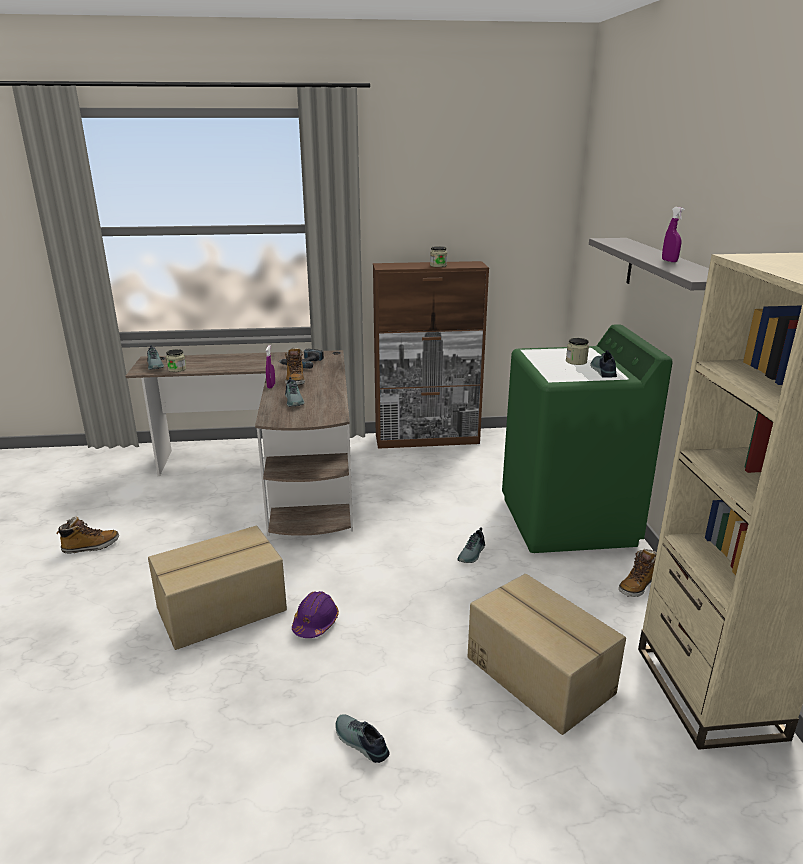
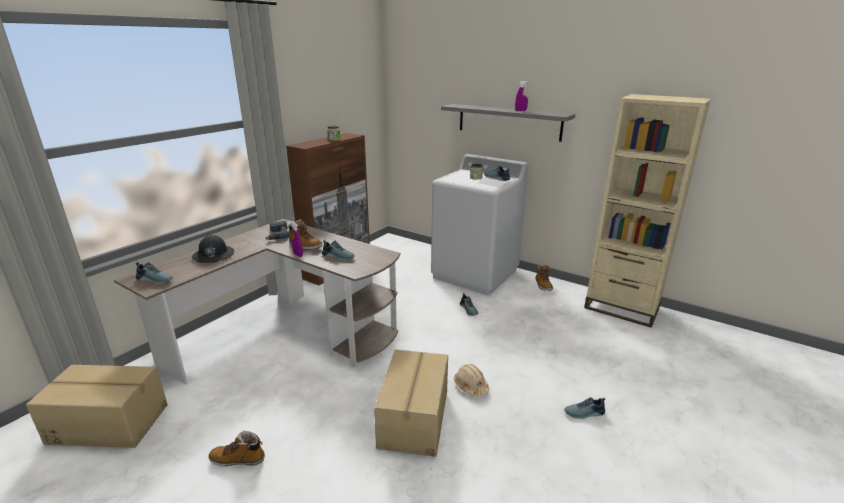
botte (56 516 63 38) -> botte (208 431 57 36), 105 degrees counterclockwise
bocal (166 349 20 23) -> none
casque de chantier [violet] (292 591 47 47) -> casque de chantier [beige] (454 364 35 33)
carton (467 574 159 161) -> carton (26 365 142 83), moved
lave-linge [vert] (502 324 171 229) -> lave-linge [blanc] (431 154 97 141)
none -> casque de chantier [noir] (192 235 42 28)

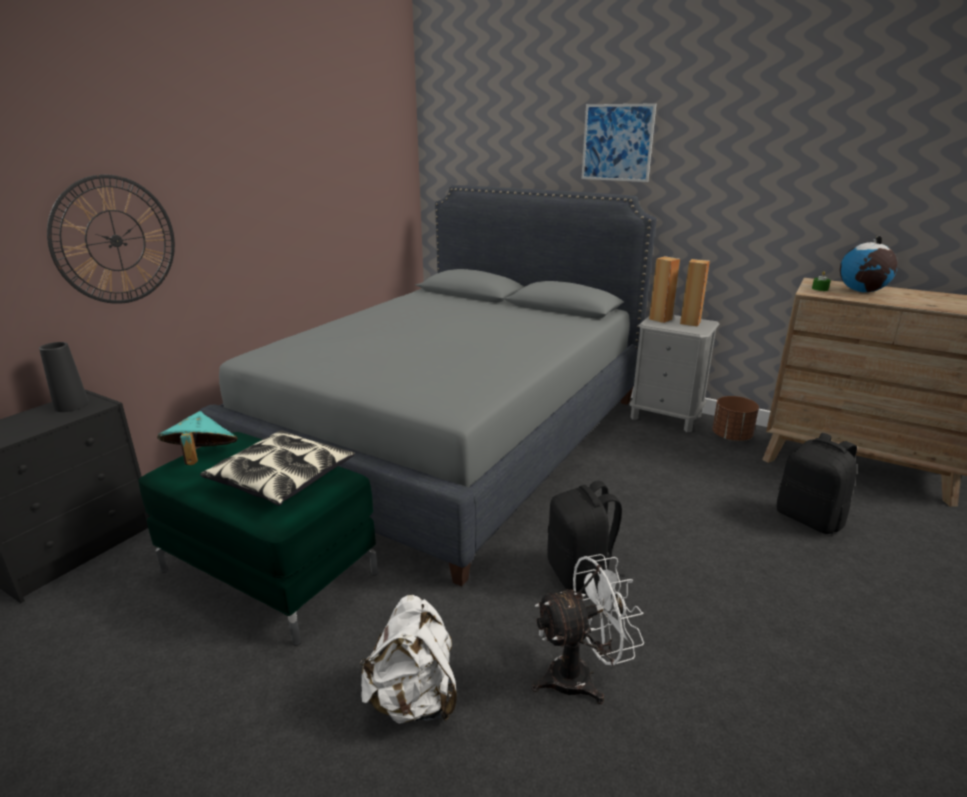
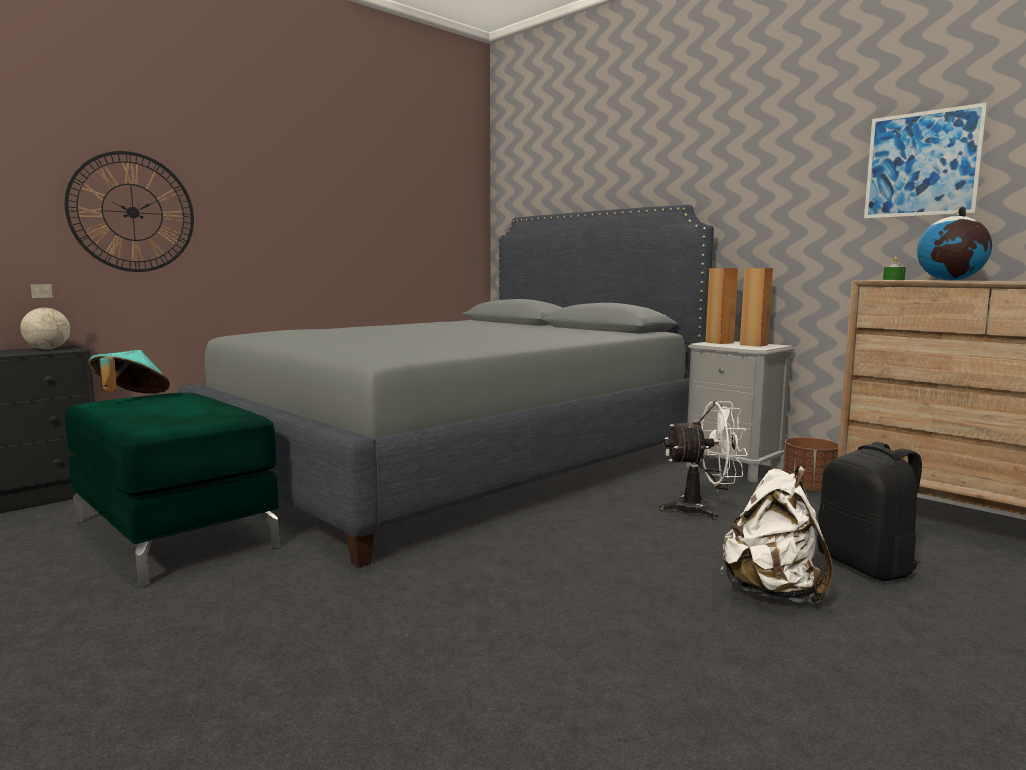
vase [noir] (39 342 50 70) -> globe (20 284 50 65)
coussin (200 430 155 76) -> none
sac à dos [blanc] (360 595 97 129) -> sac à dos [blanc] (720 466 113 139), moved
ventilateur [blanc] (531 554 113 150) -> ventilateur [blanc] (659 401 89 119), moved
sac à dos [noir] (547 481 78 115) -> none
tableau (582 103 74 79) -> tableau (864 102 123 117), moved

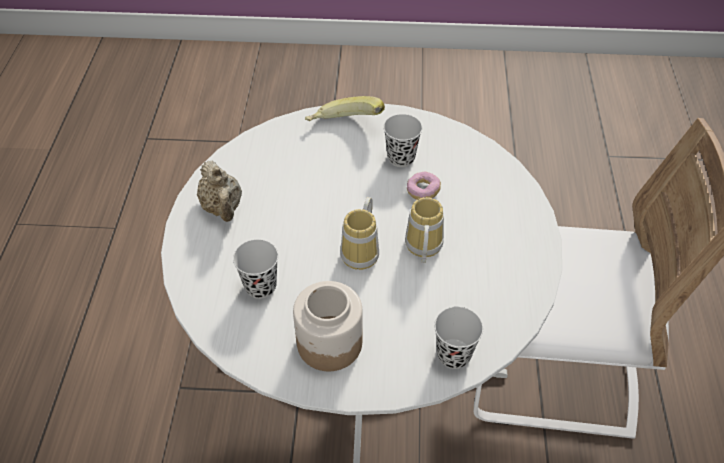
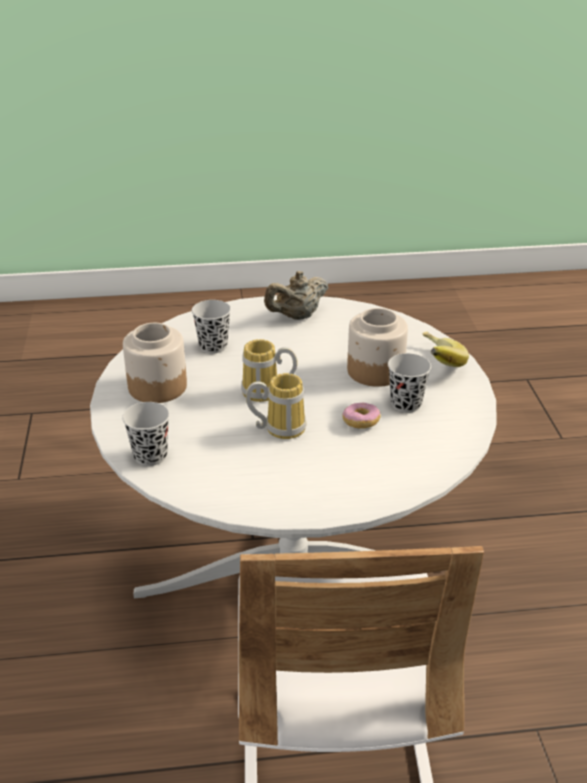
none -> bocal (347 308 61 79)

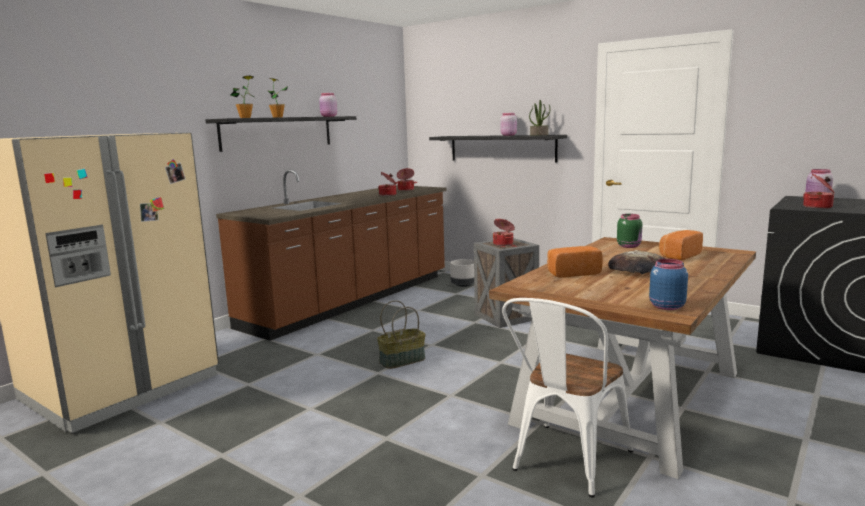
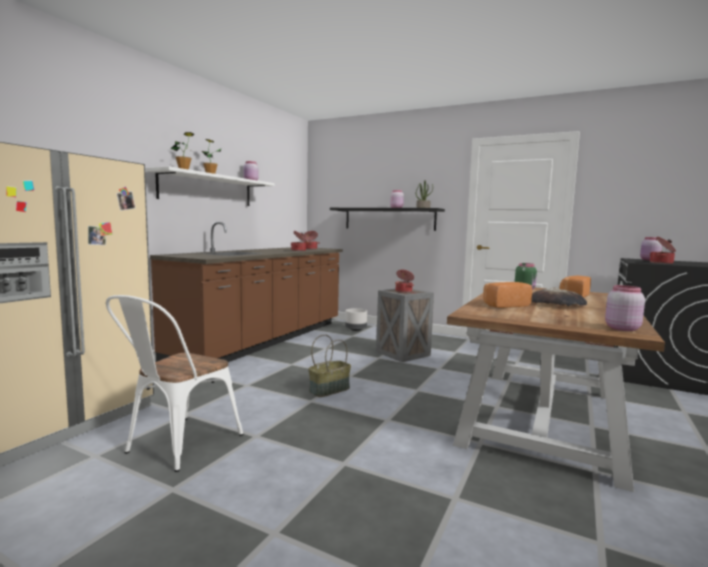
étagère [noir] (205 116 151 36) -> étagère [blanc] (146 166 129 40)
chaise [blanc] (502 298 131 199) -> chaise [blanc] (106 295 137 177), moved
bocal [bleu] (649 259 39 51) -> bocal [rose] (605 285 40 46)

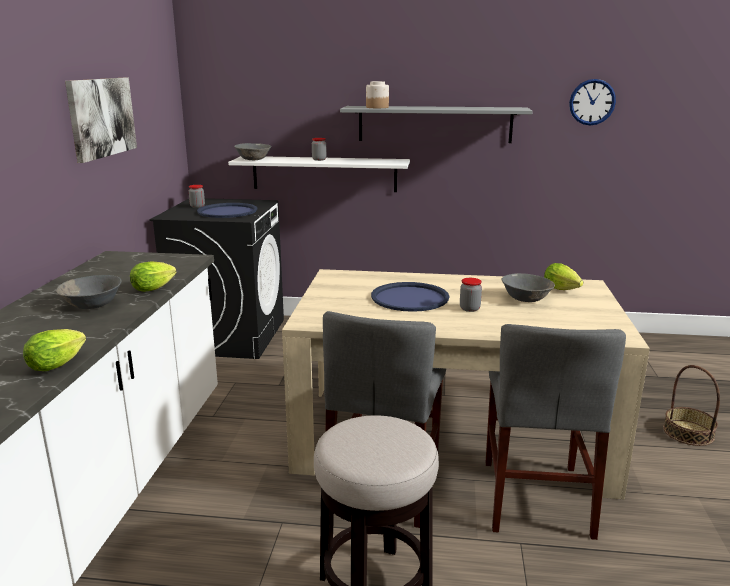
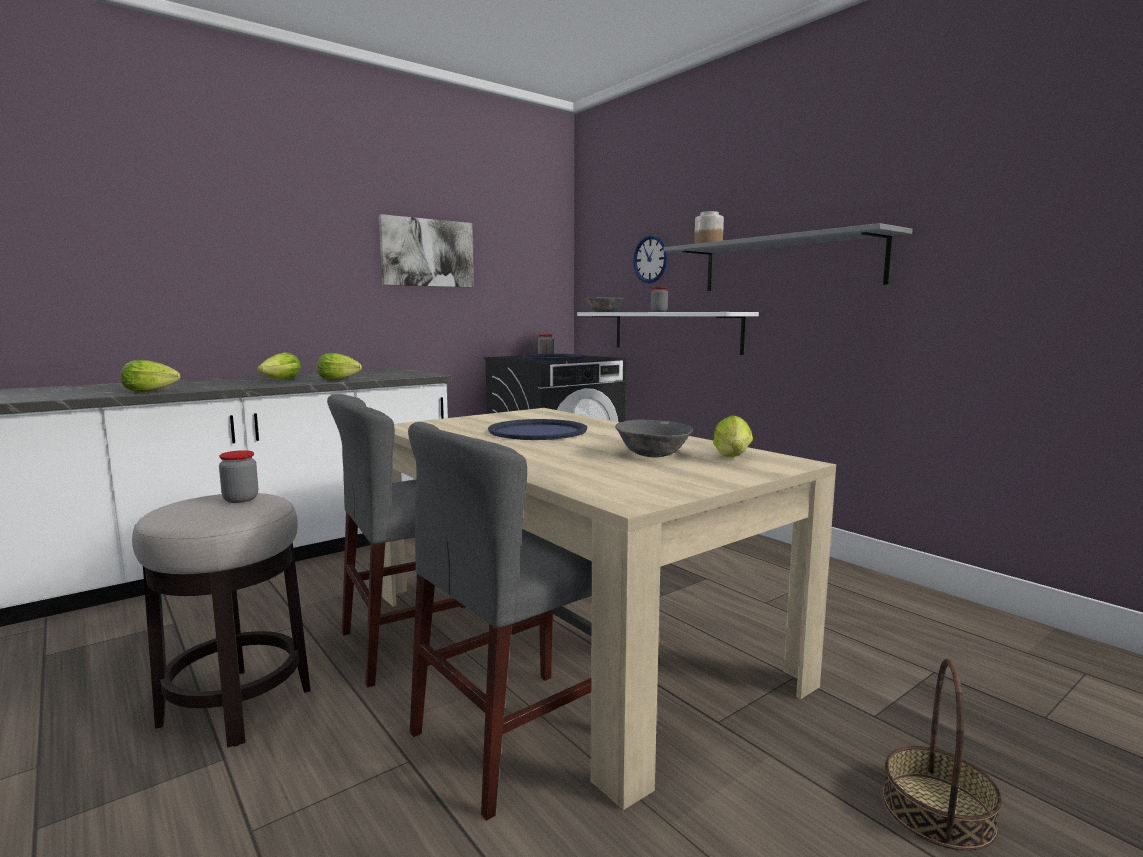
bol [gris] (56 275 66 34) -> laitue (257 352 44 27)
bocal (460 278 22 34) -> bocal (219 450 39 53), moved
horloge murale (569 79 47 46) -> horloge murale (633 235 35 48), moved

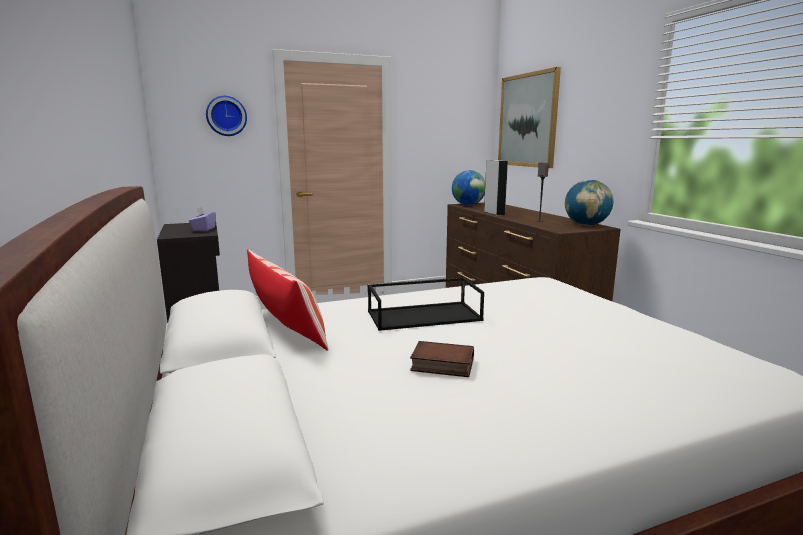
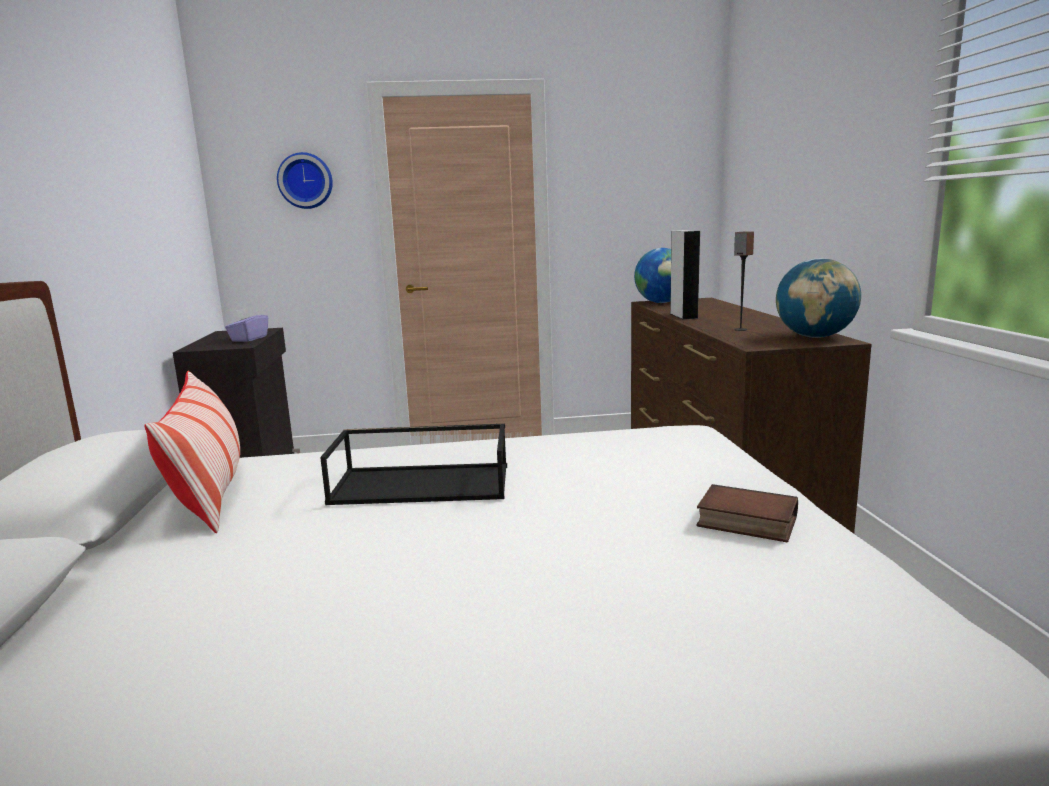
livre (410 341 64 36) -> livre (697 484 101 58), moved
tableau (498 67 63 101) -> none

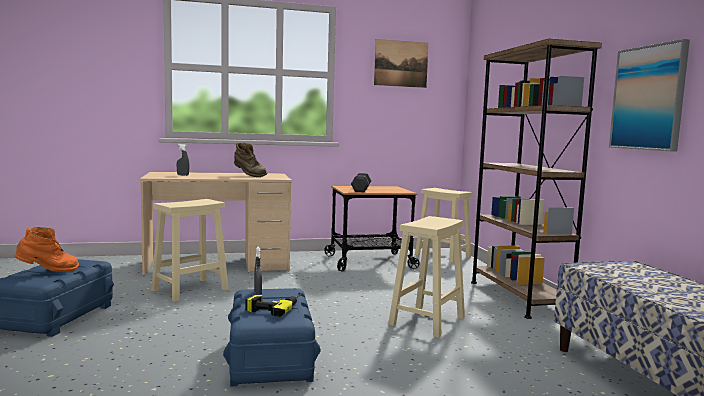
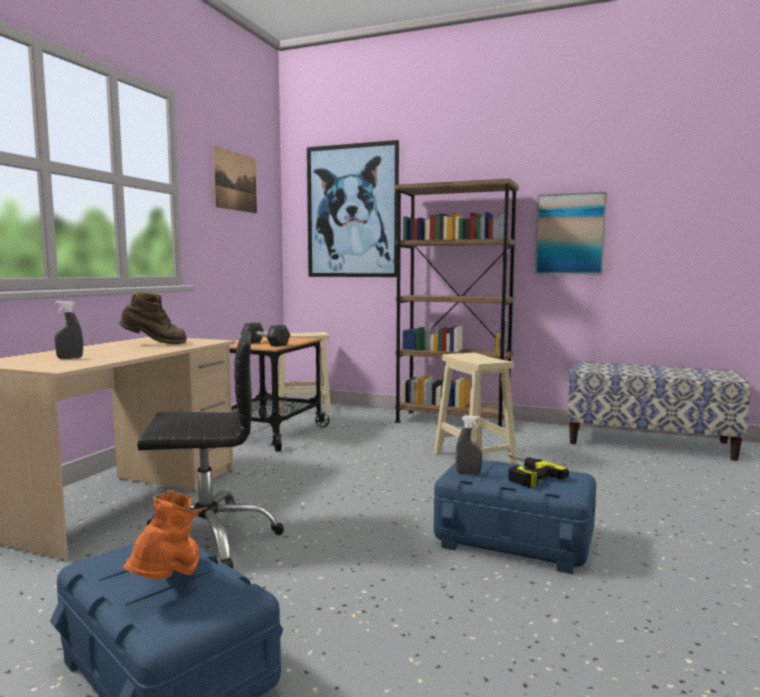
tabouret [beige] (151 199 78 103) -> chaise de bureau [noir] (137 331 147 238)
none -> tableau (307 140 92 137)

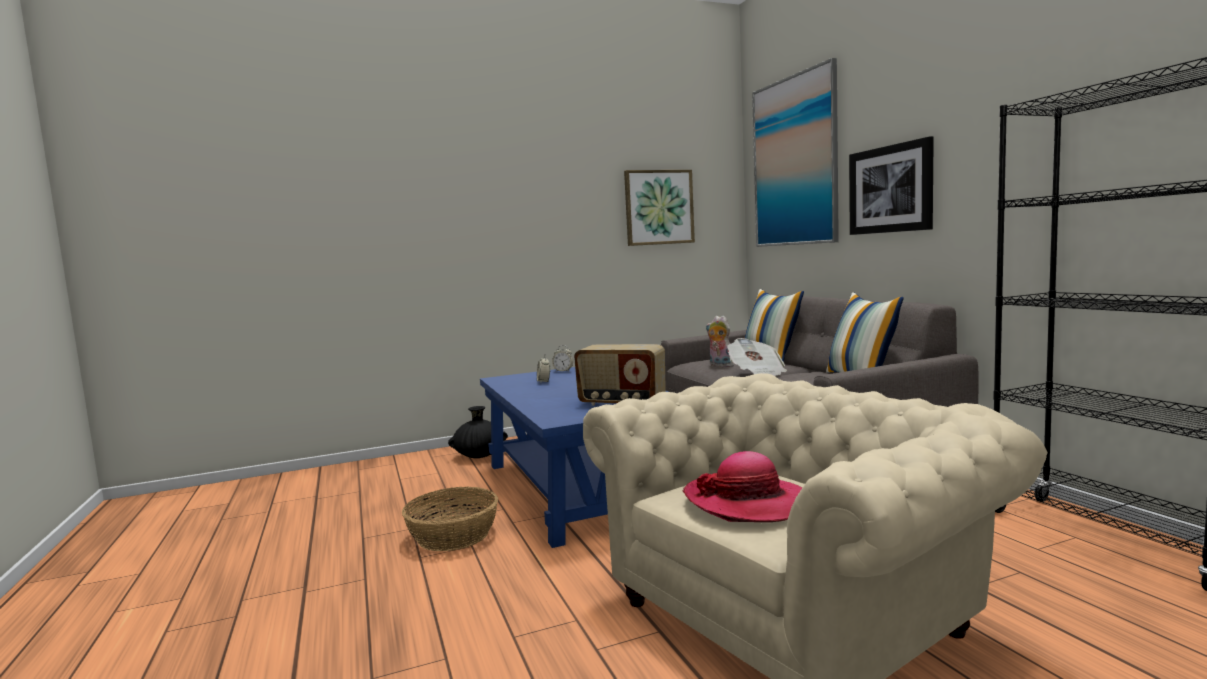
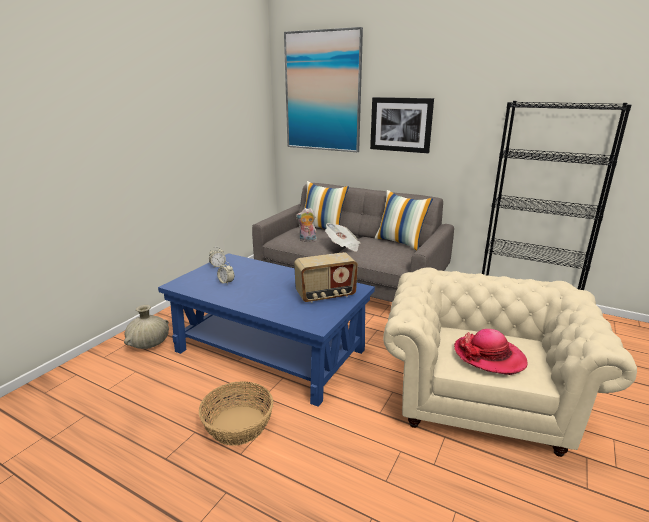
vase [noir] (448 406 60 52) -> vase [beige] (124 305 45 44)
tableau (624 170 71 76) -> none

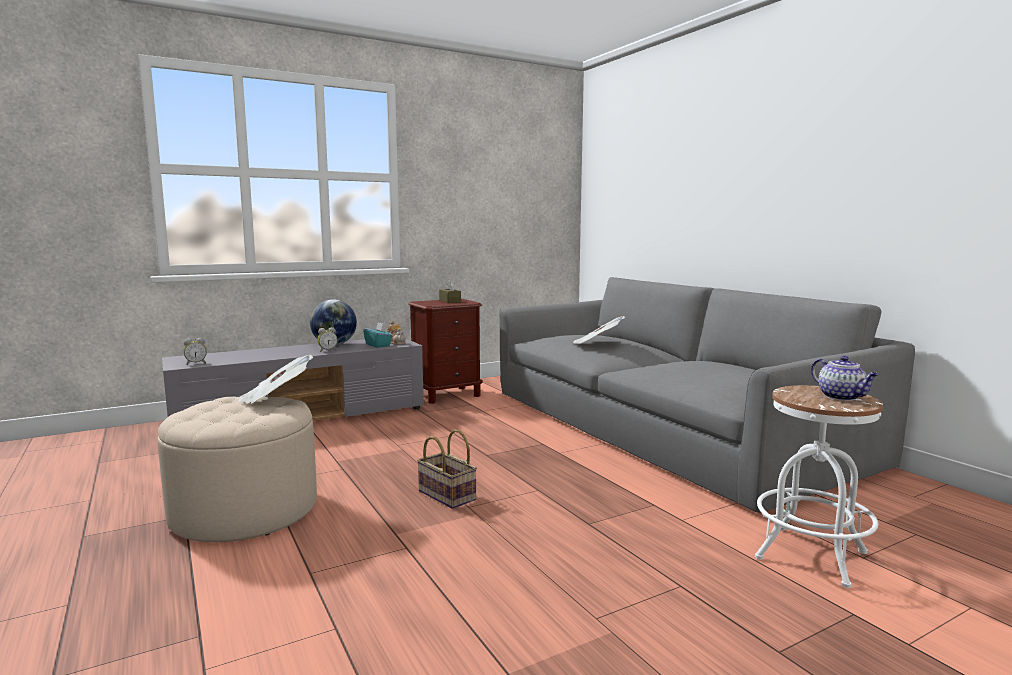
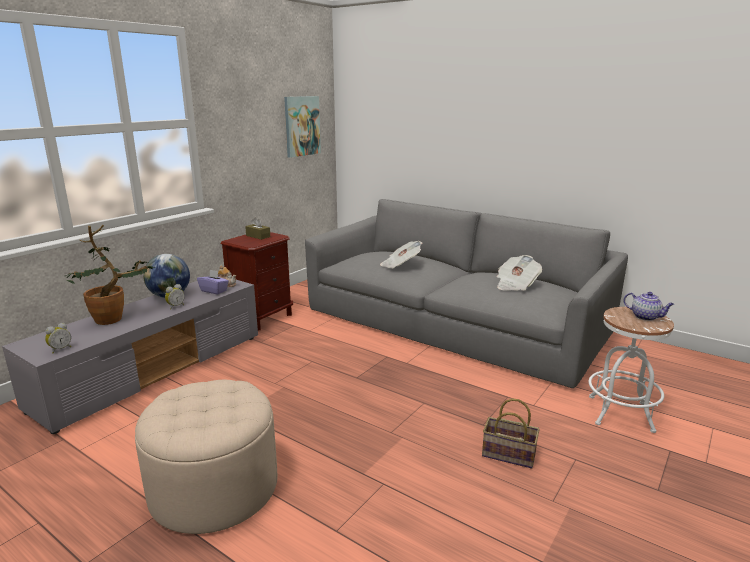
journal (237 355 76 49) -> journal (497 255 45 36), moved
boîte à mouchoirs [turquoise] (363 323 29 25) -> boîte à mouchoirs [violet] (197 270 32 24)
panier (417 429 60 80) -> panier (482 398 58 71), moved
none -> plante en pot (64 225 91 100)
none -> tableau (284 96 37 62)

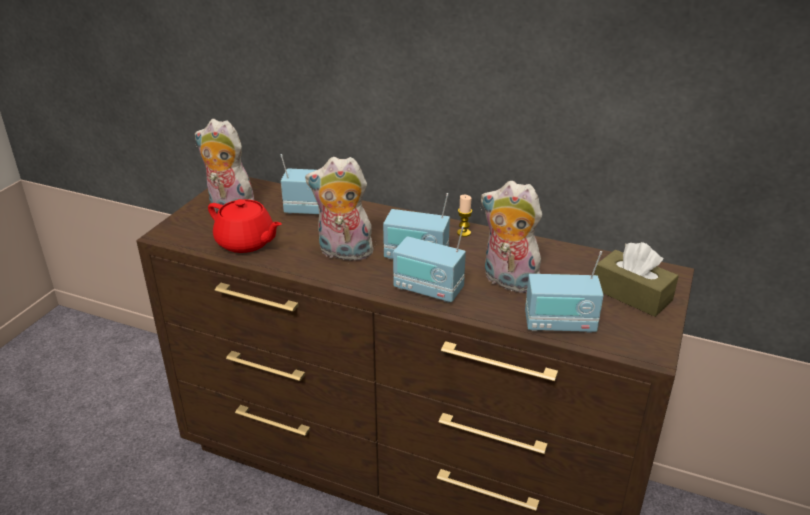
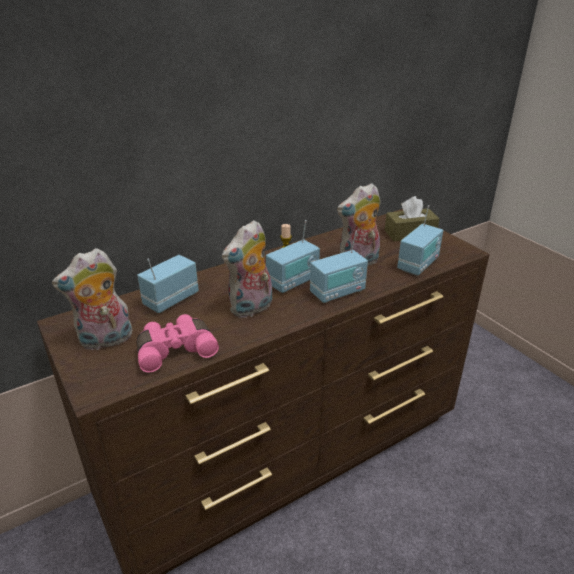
théière [rouge] (208 199 74 54) -> jumelles [rose] (137 314 82 58)

